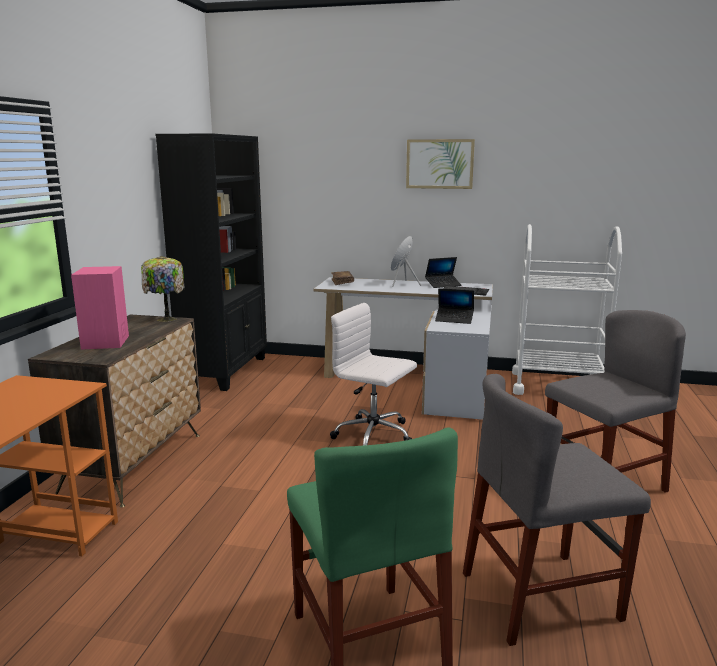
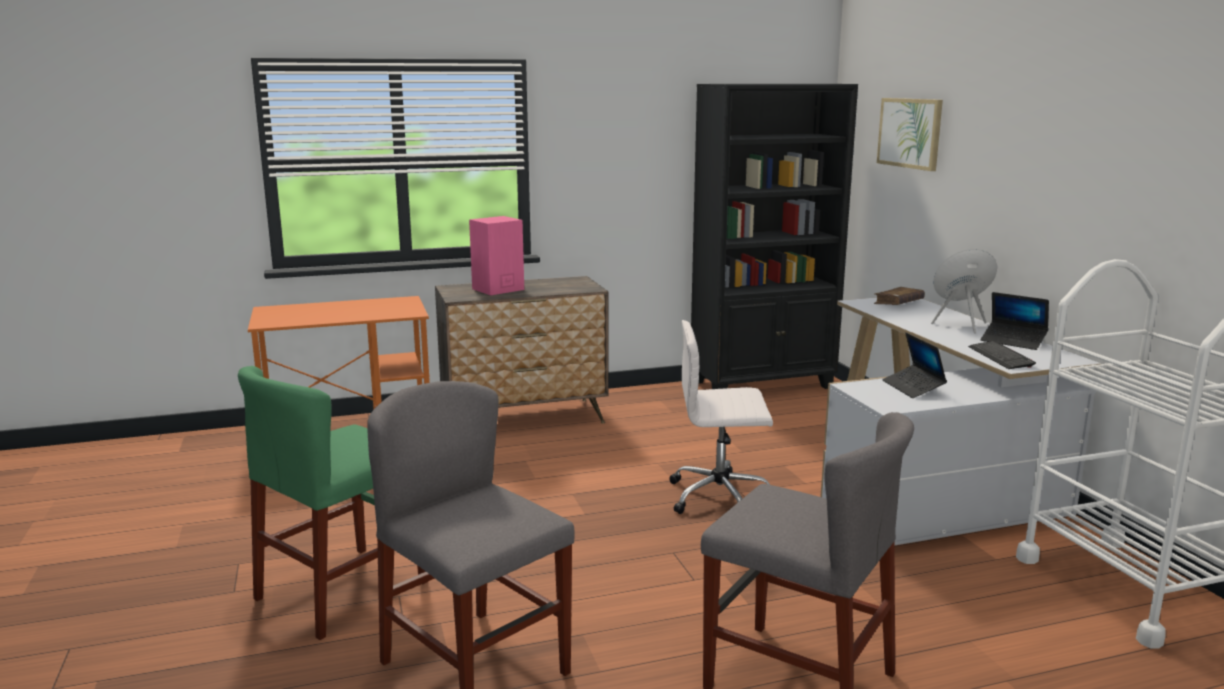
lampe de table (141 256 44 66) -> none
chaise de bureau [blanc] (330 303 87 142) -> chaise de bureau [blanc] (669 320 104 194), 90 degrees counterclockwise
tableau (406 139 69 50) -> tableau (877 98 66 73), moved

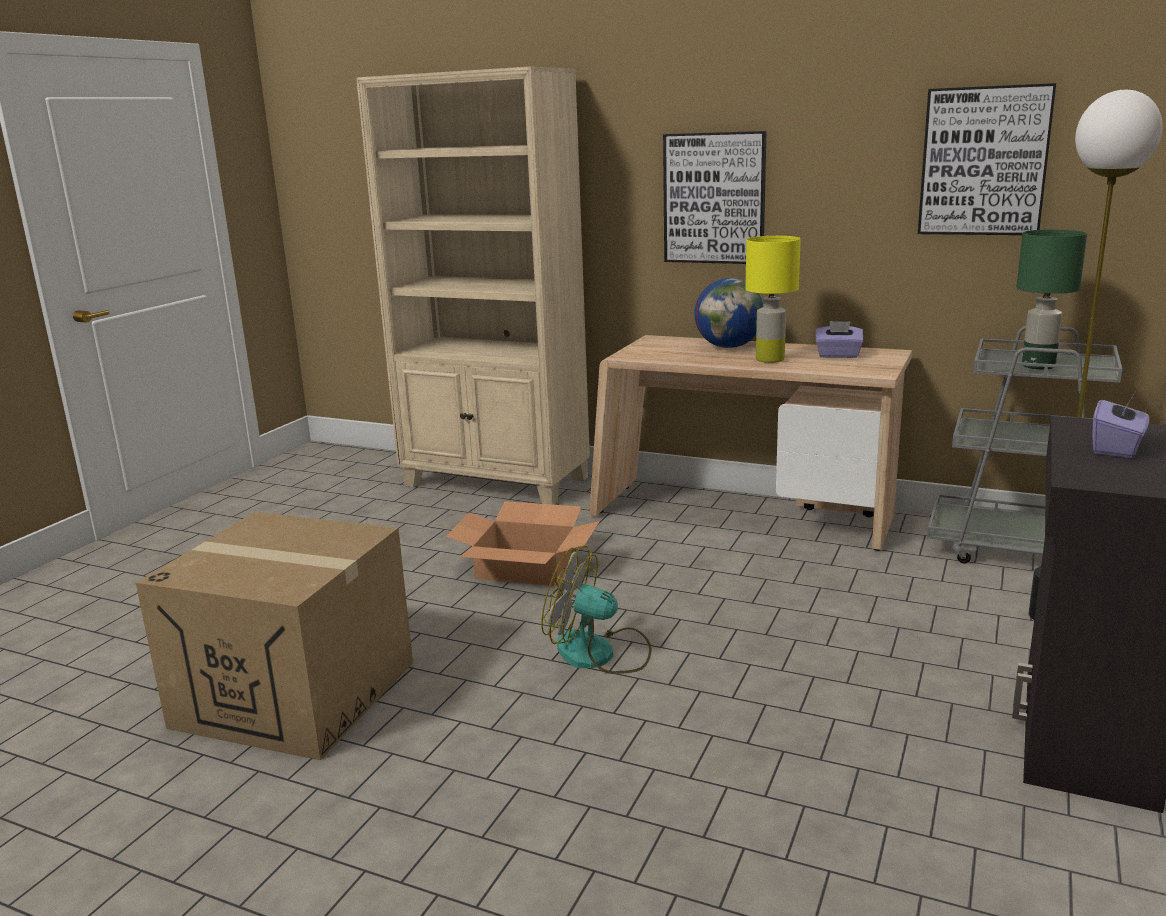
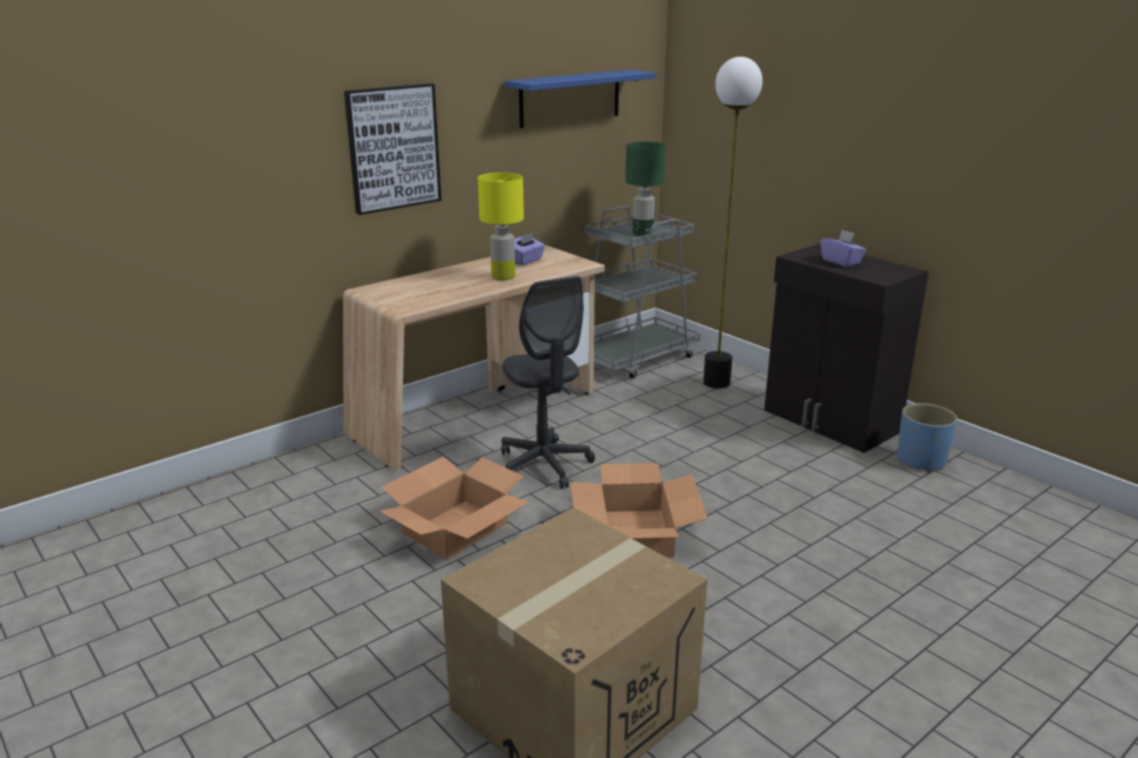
bibliothèque [beige] (356 66 234 439) -> none
ventilateur (541 545 111 129) -> carton (571 463 137 95)
globe (694 278 69 70) -> none
tableau (918 83 138 152) -> étagère [bleu] (505 70 151 58)
none -> chaise de bureau [gris] (501 276 94 213)
none -> cache-pot [bleu] (897 403 61 70)

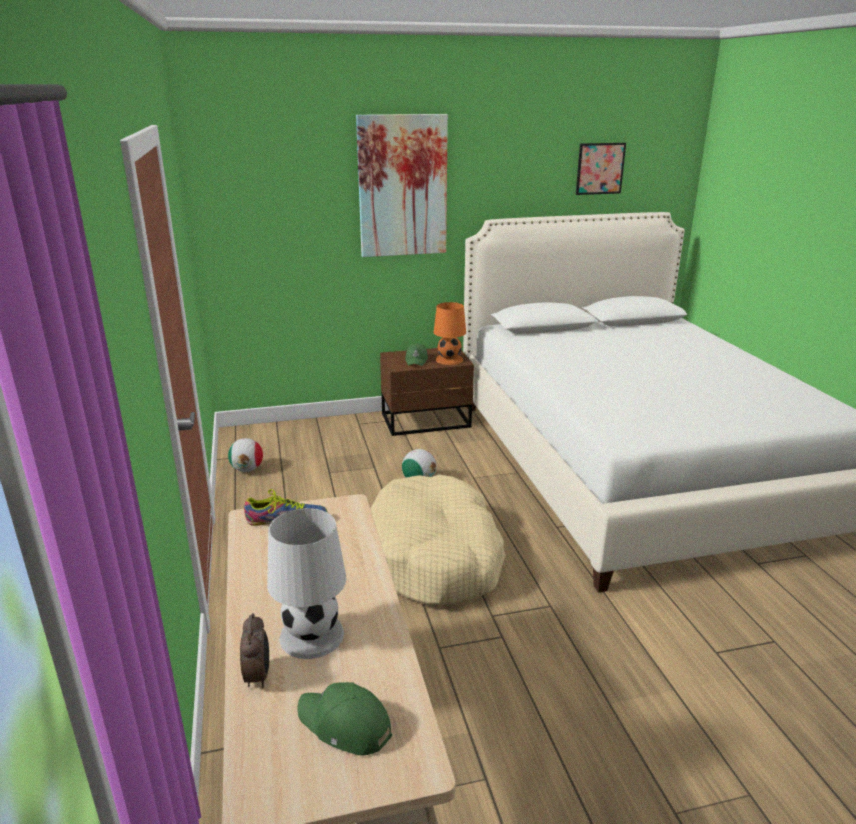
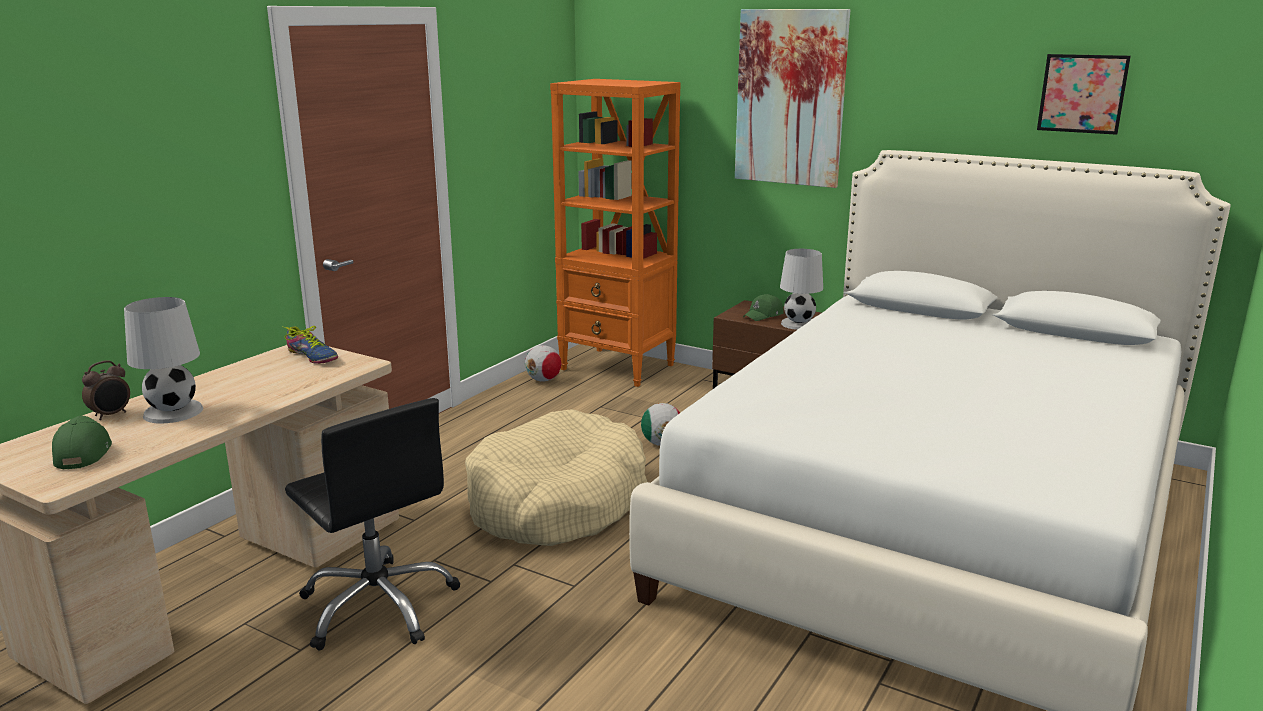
lampe de table [orange] (434 302 32 63) -> lampe de table [blanc] (780 249 43 81)
none -> chaise de bureau [noir] (285 398 175 252)
none -> bibliothèque [orange] (550 79 130 308)

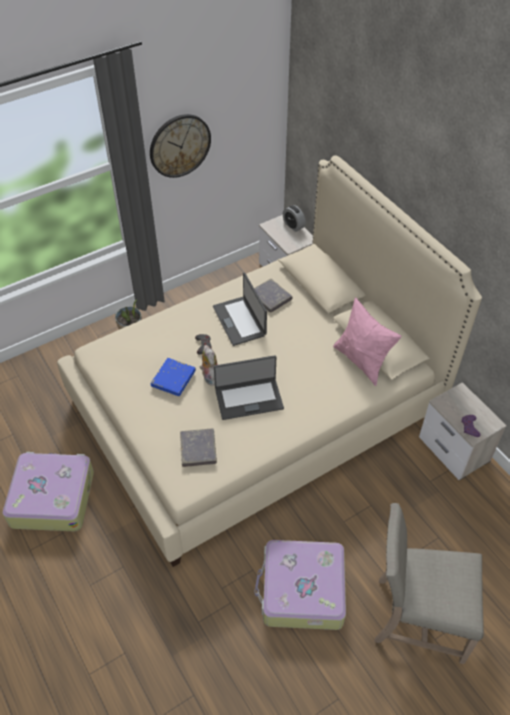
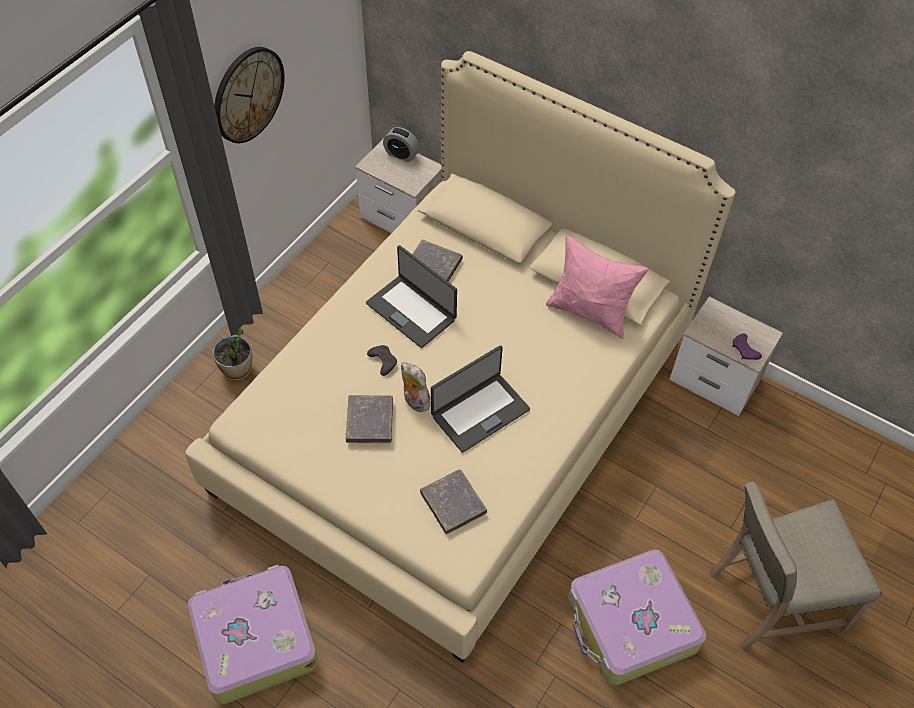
livre [bleu] (150 358 46 38) -> livre [gris] (346 395 47 48)

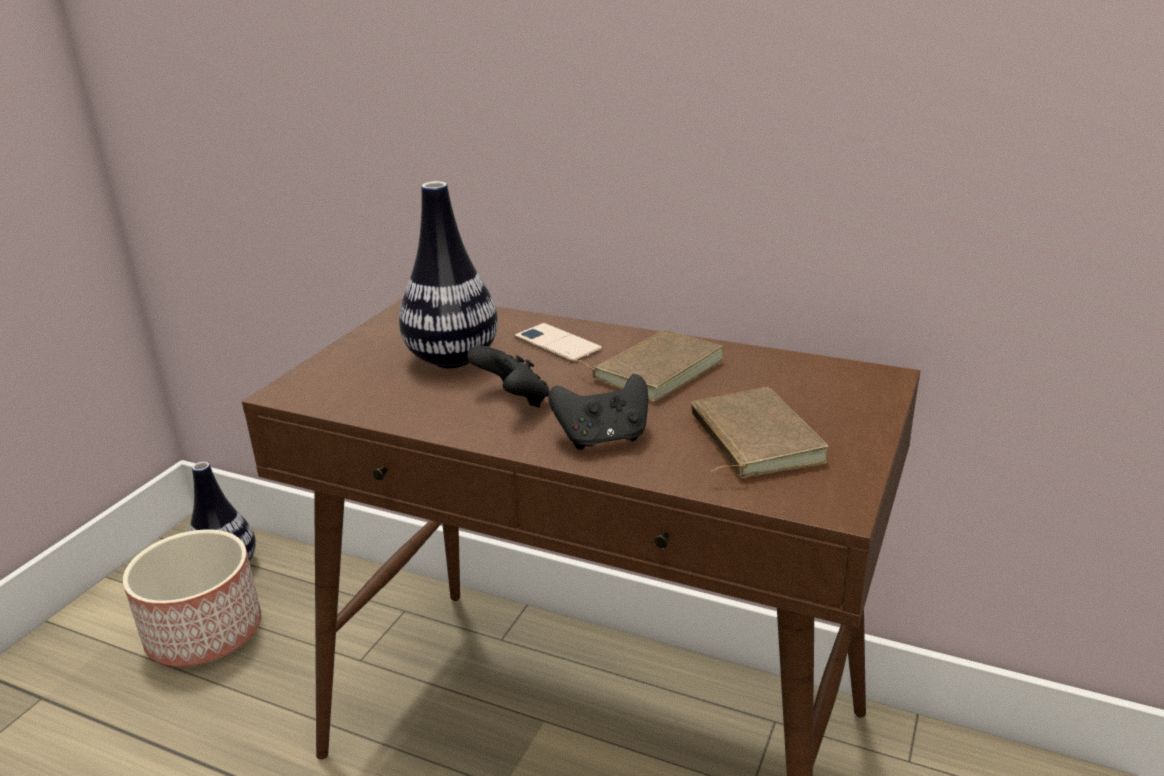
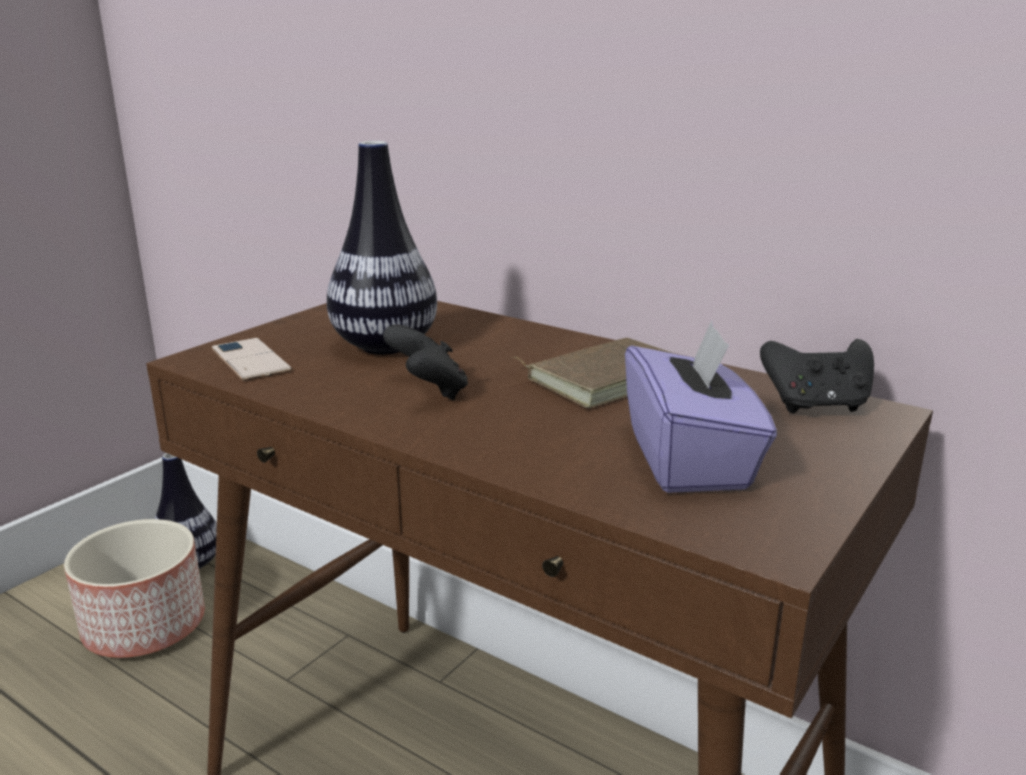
téléphone (514 323 88 39) -> téléphone (212 338 80 43), moved
manette [noir] (548 374 100 76) -> manette [noir] (760 339 114 74), moved
livre [marron] (691 387 138 91) -> boîte à mouchoirs [violet] (625 321 152 172)

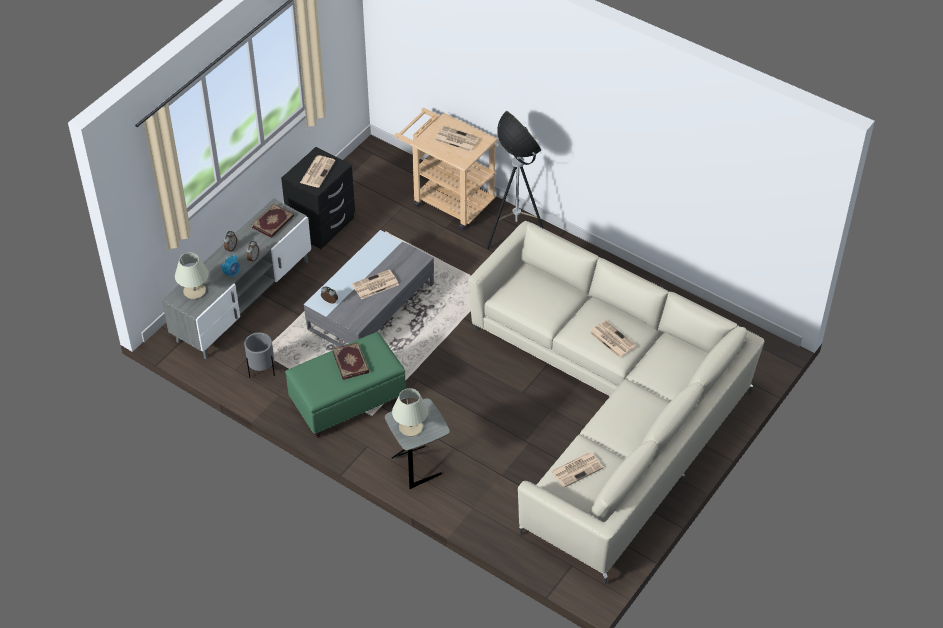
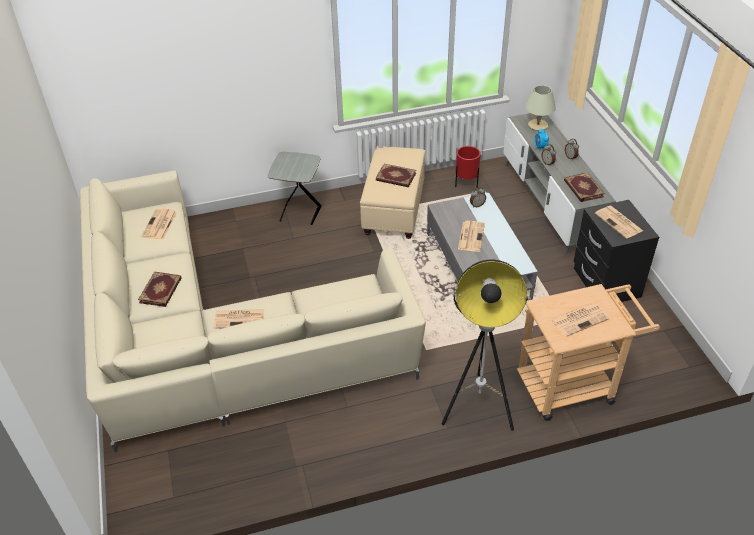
cache-pot [gris] (244 332 31 46) -> cache-pot [rouge] (455 146 26 42)
pouf [vert] (285 332 121 106) -> pouf [beige] (360 146 66 93)
lampe de table [beige] (392 388 36 49) -> none
none -> livre (138 271 44 36)

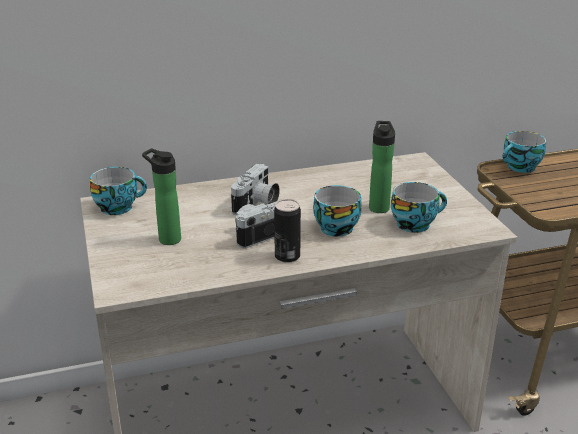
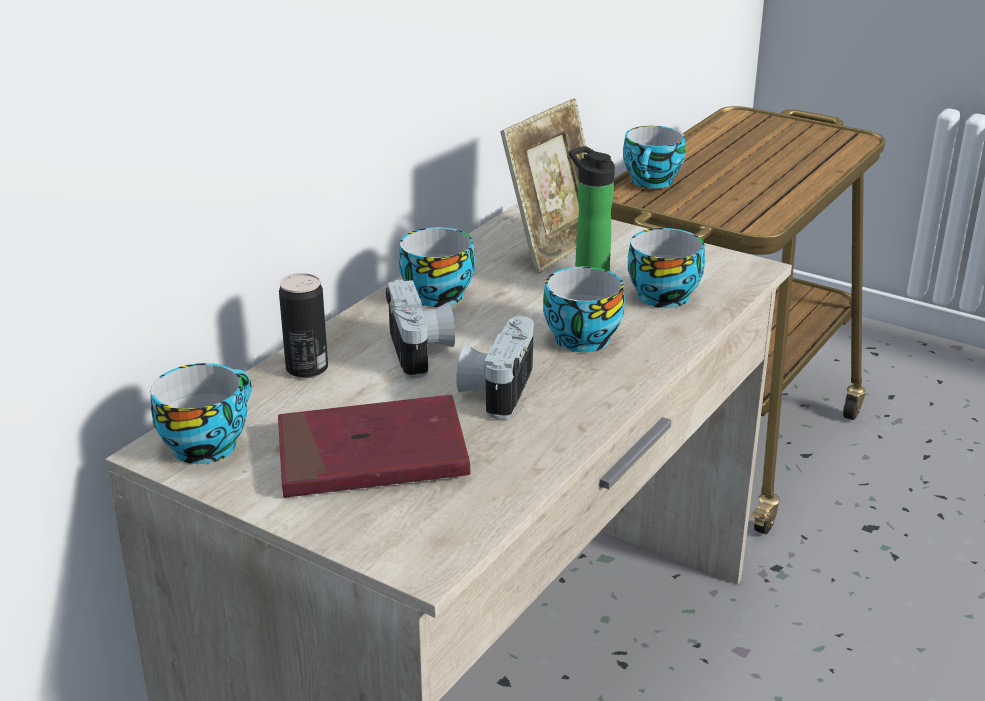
bouteille (142 148 39 97) -> livre [rouge] (278 395 192 103)
boîte métallique (274 199 27 64) -> boîte métallique (279 273 49 105), moved
none -> tasse (399 227 76 80)
none -> cadre photo (500 99 87 175)

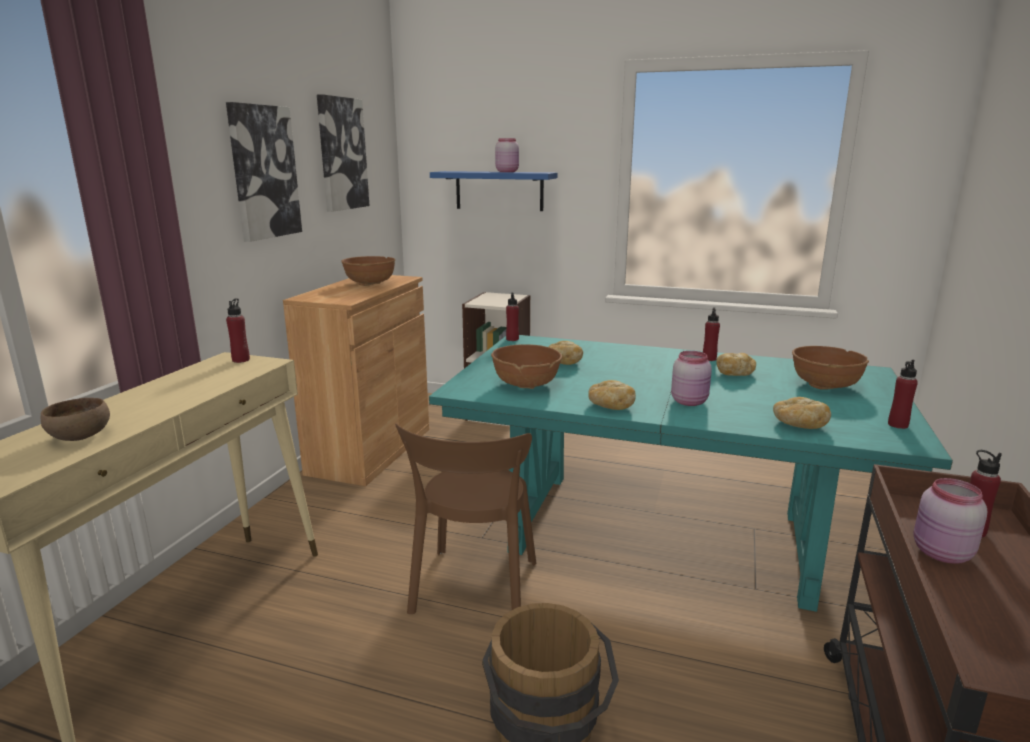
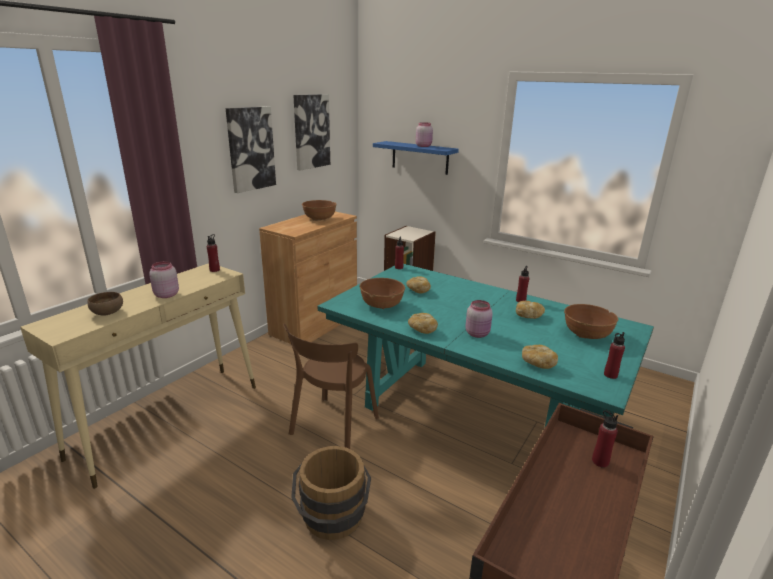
bocal [rose] (913 478 74 86) -> bocal [rose] (149 261 30 37), moved

